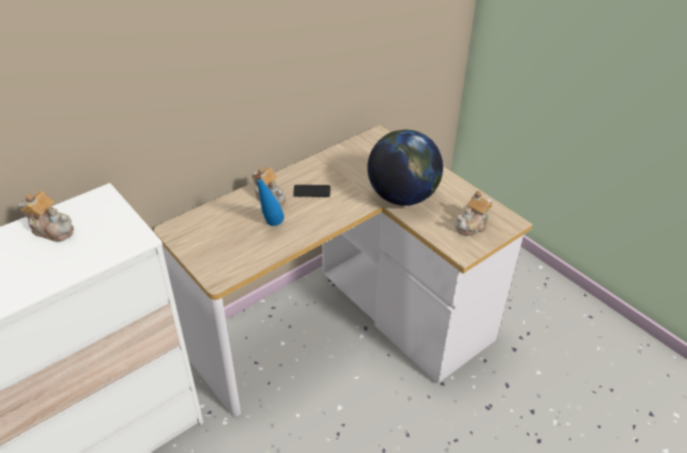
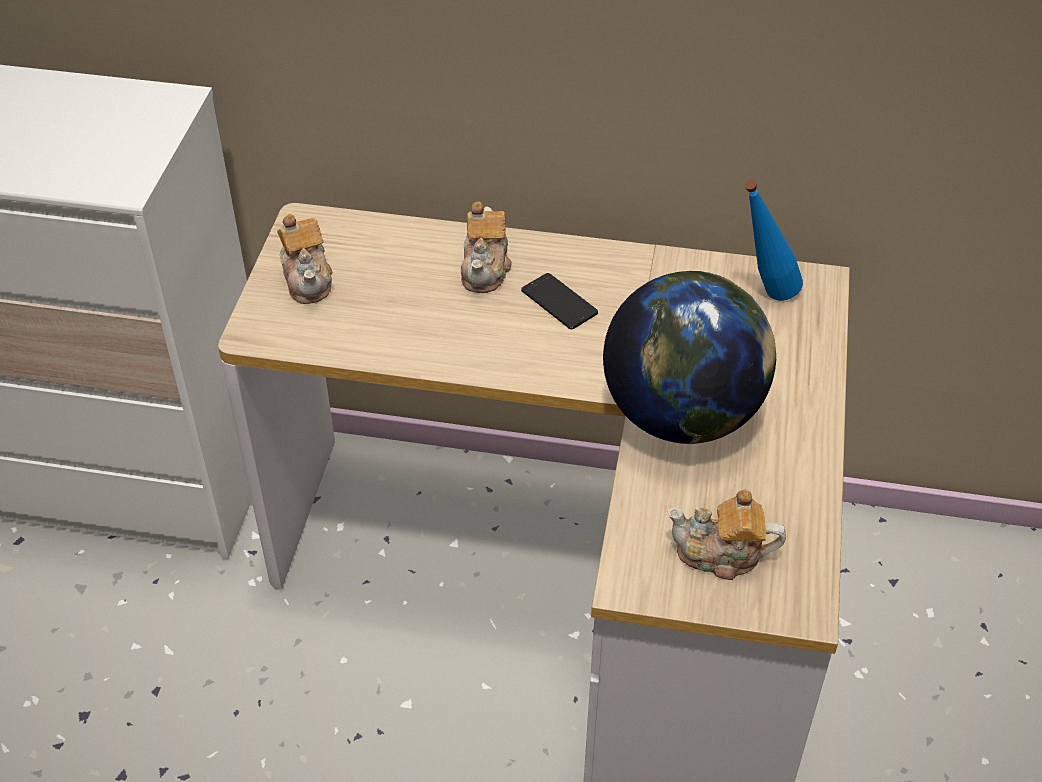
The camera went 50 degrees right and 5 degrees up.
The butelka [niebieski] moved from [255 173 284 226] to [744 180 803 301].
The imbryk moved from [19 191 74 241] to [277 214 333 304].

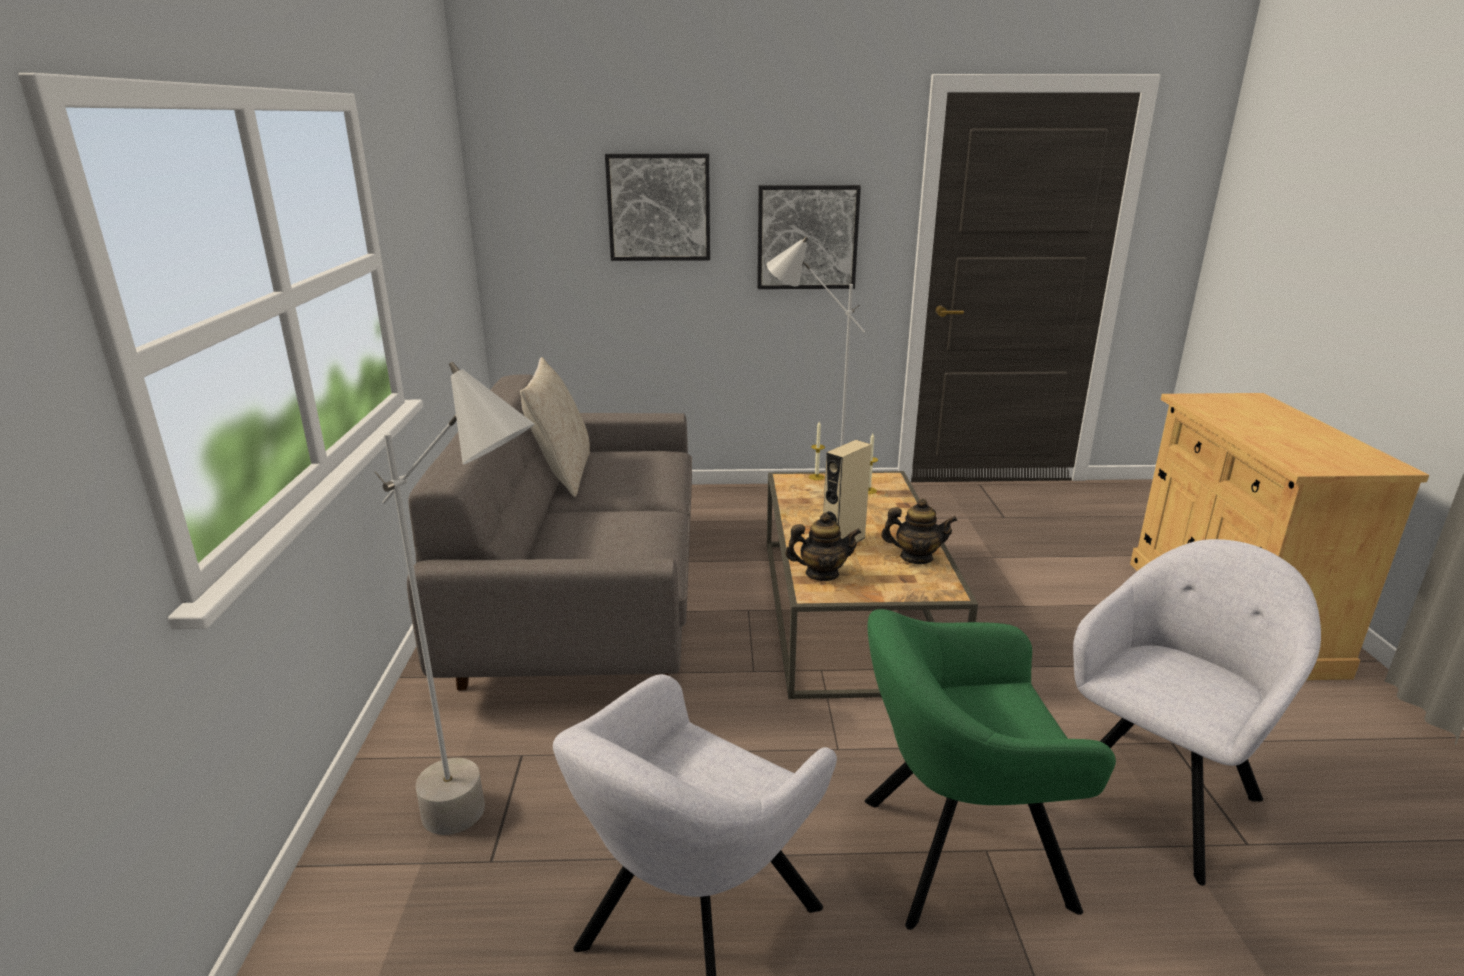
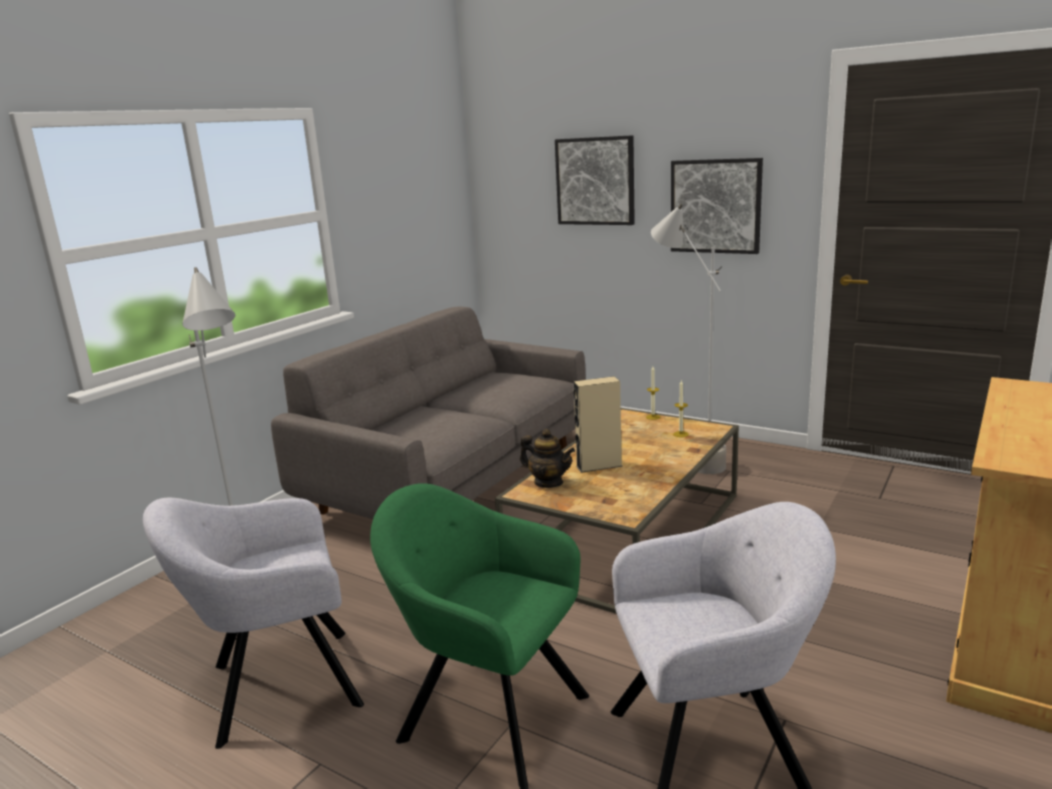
The camera went 35 degrees right and 5 degrees down.
The poduszka [beżowy] at [520 357 590 497] disappeared.
The imbryk at [881 498 957 564] disappeared.

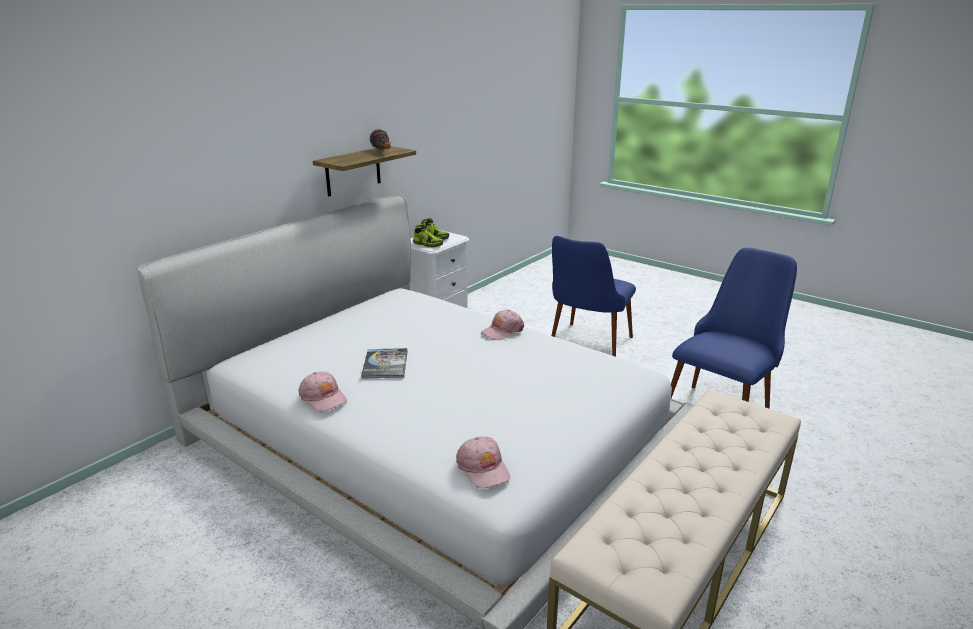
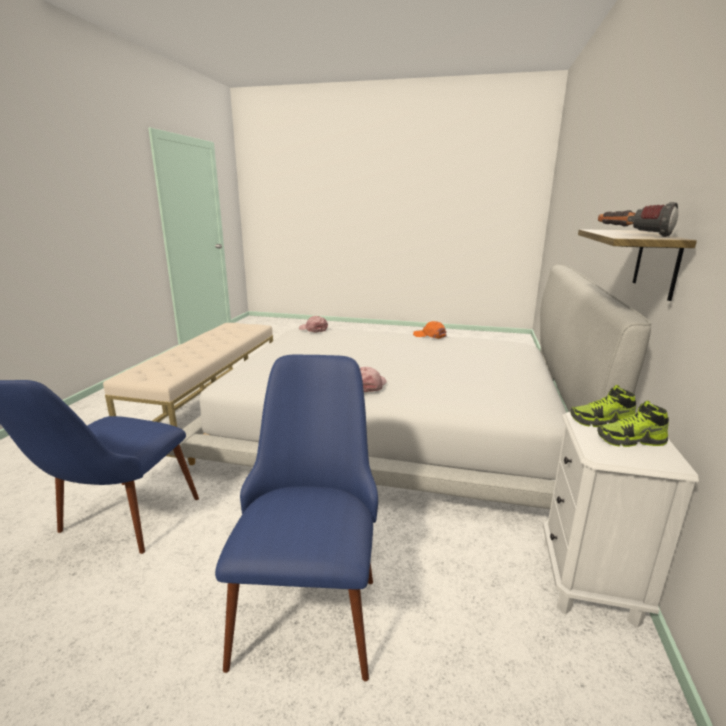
The camera went 155 degrees right and 5 degrees down.
The książka at [361 348 408 379] disappeared.
The czapka z daszkiem [różowy] at [298 372 347 412] became the czapka z daszkiem [pomarańczowy] at [413 321 447 339].

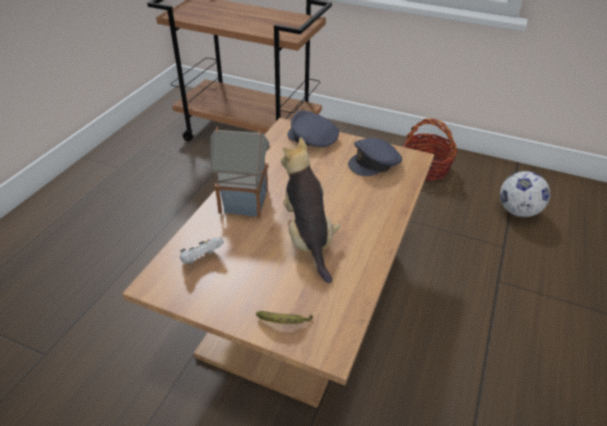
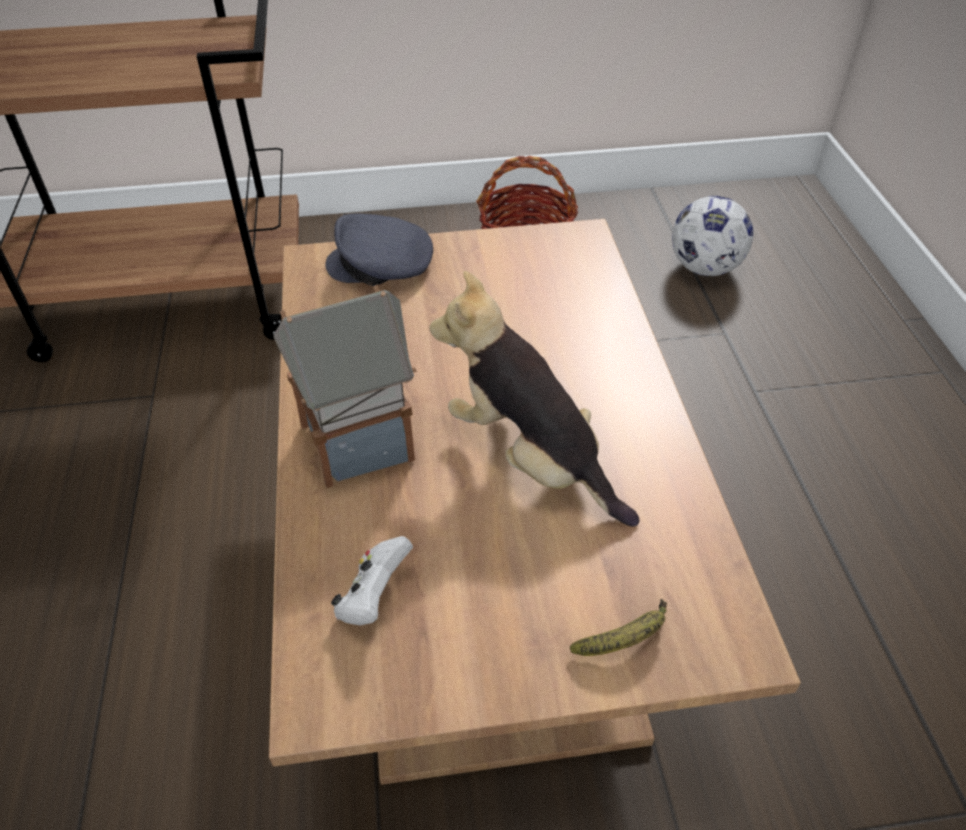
The camera went 30 degrees left and 5 degrees up.
The czapka z daszkiem [szary] at [348 138 402 176] disappeared.

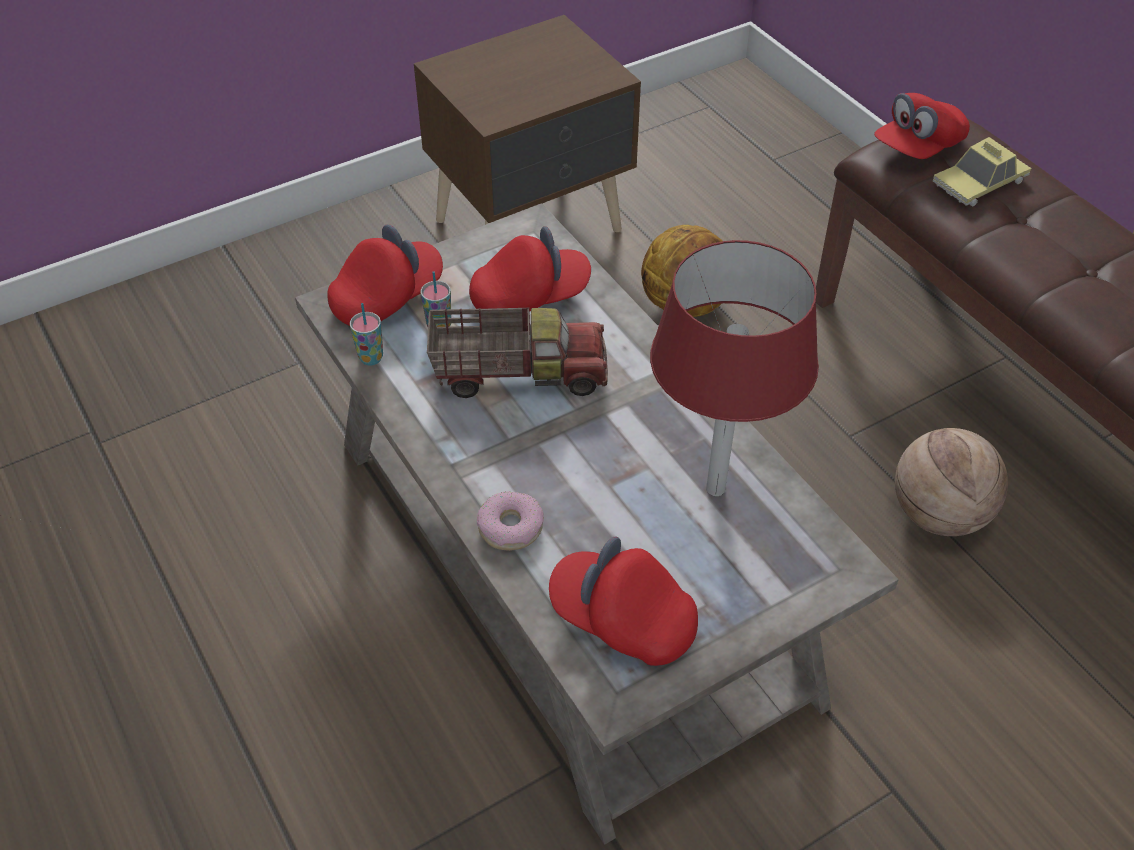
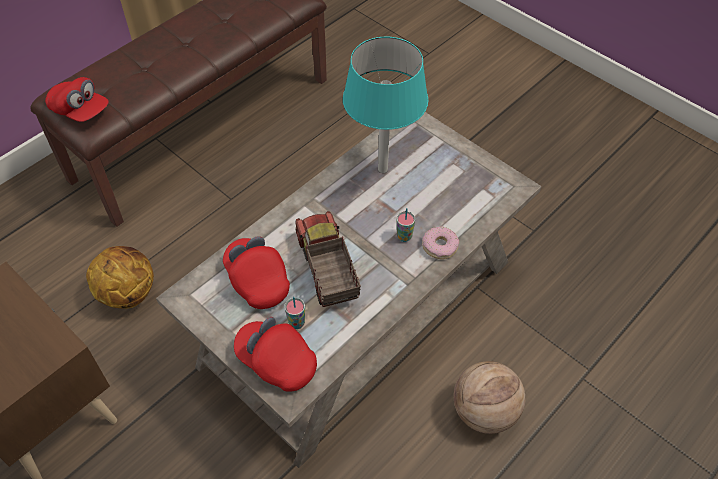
The camera went 105 degrees left and 5 degrees up.
The samochodzik at [933 137 1032 206] disappeared.
The lampa stołowa [czerwony] at [650 240 819 496] became the lampa stołowa [turkusowy] at [343 37 428 173].
The filiżanka moved from [350 303 383 365] to [397 208 415 242].
The piłka do koszykówki moved from [895 428 1008 536] to [454 361 525 434].
The czapka z daszkiem [czerwony] at [549 536 698 666] disappeared.

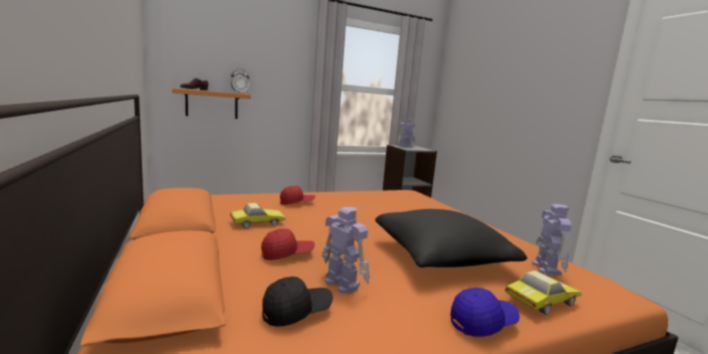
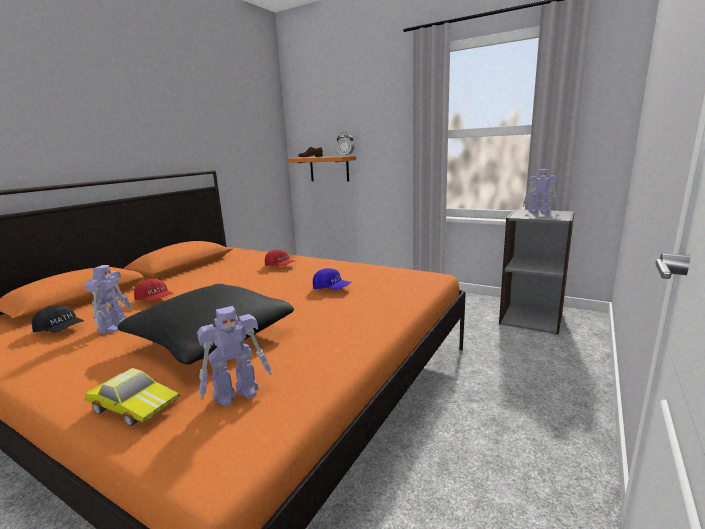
The camera went 55 degrees right and 5 degrees up.
The samochodzik at [230 203 286 228] disappeared.
The czapka z daszkiem [niebieski] moved from [450 287 520 337] to [313 268 352 290].

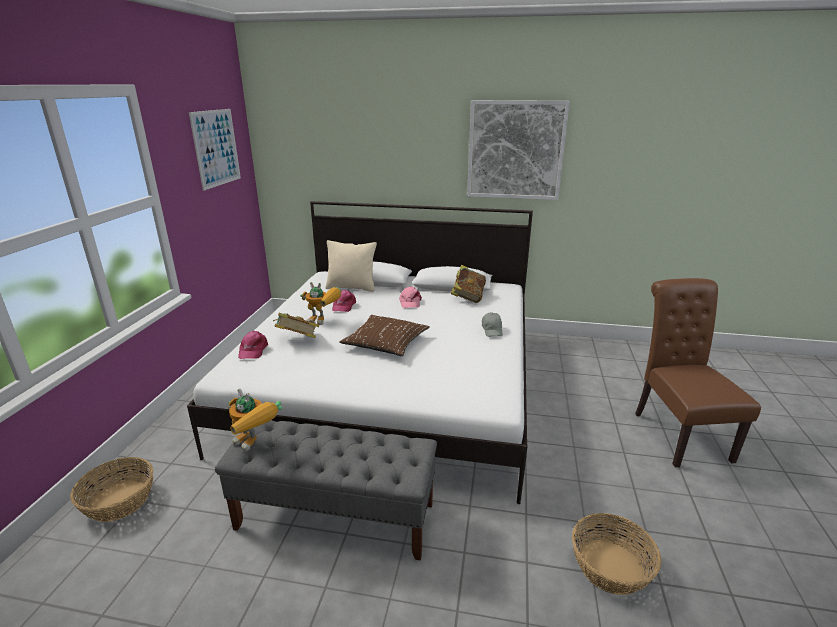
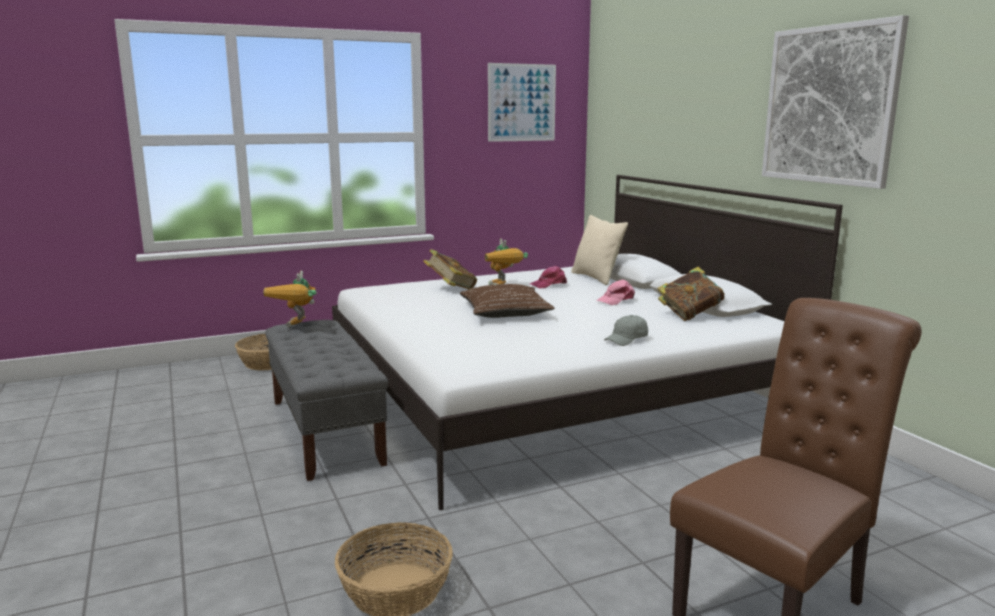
The camera went 55 degrees right and 10 degrees down.
The czapka z daszkiem [różowy] at [238 331 268 359] disappeared.

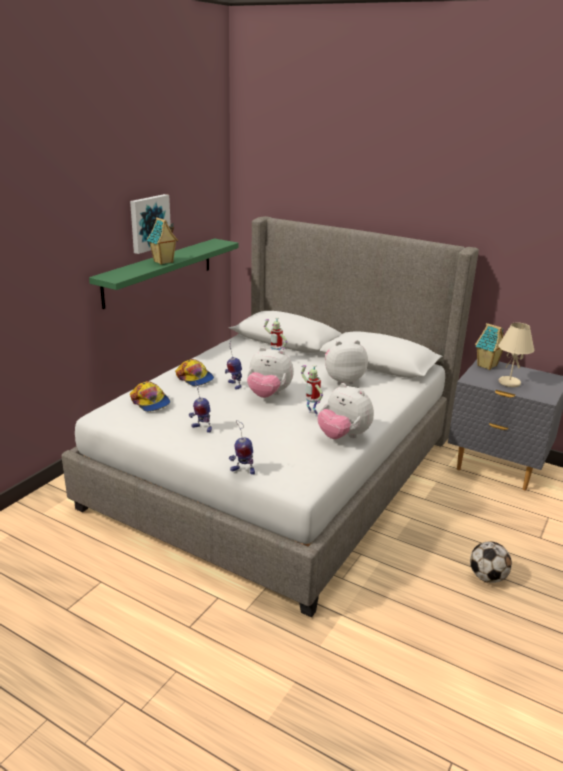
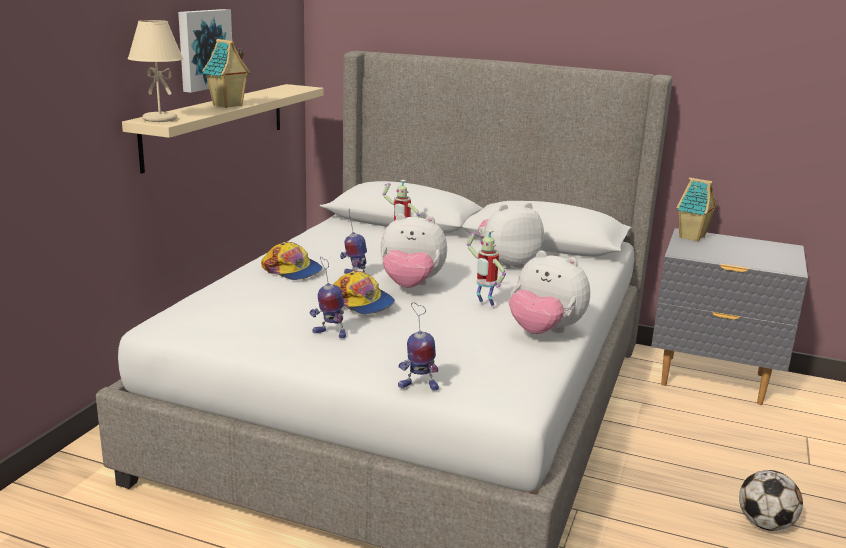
The camera went 10 degrees left and 5 degrees down.
The półka [zielony] at [89 238 239 309] became the półka [beżowy] at [122 84 323 173].
The lampa stołowa [beżowy] moved from [498 323 535 387] to [128 20 183 122].
The czapka z daszkiem moved from [130 381 170 412] to [333 271 395 314].

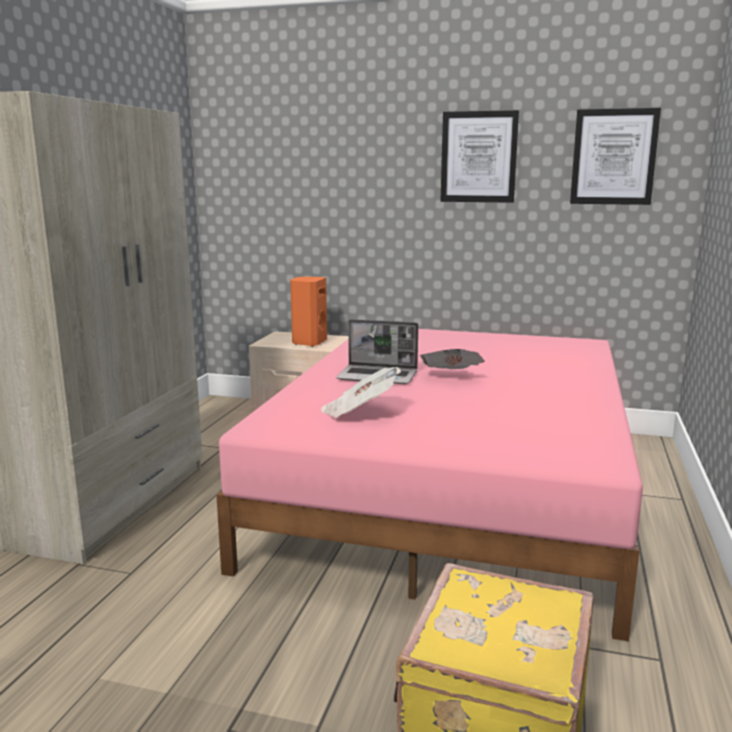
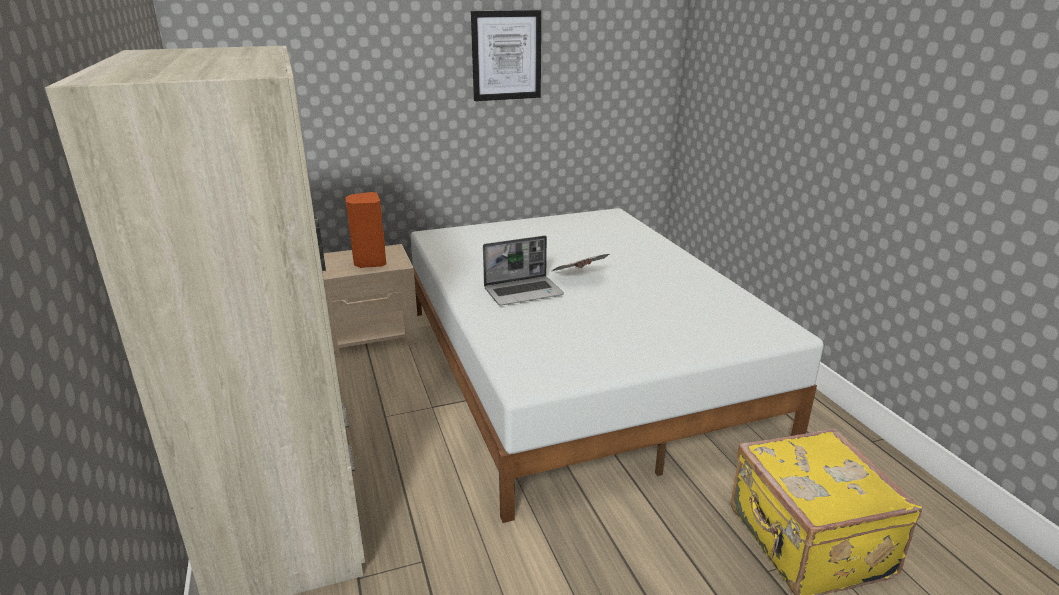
The camera went 35 degrees left and 10 degrees up.
The obraz at [570 108 661 205] disappeared.
The łóżko [różowy] at [216 329 643 641] became the łóżko [biały] at [411 208 824 523].
The gazeta at [320 367 401 418] disappeared.

